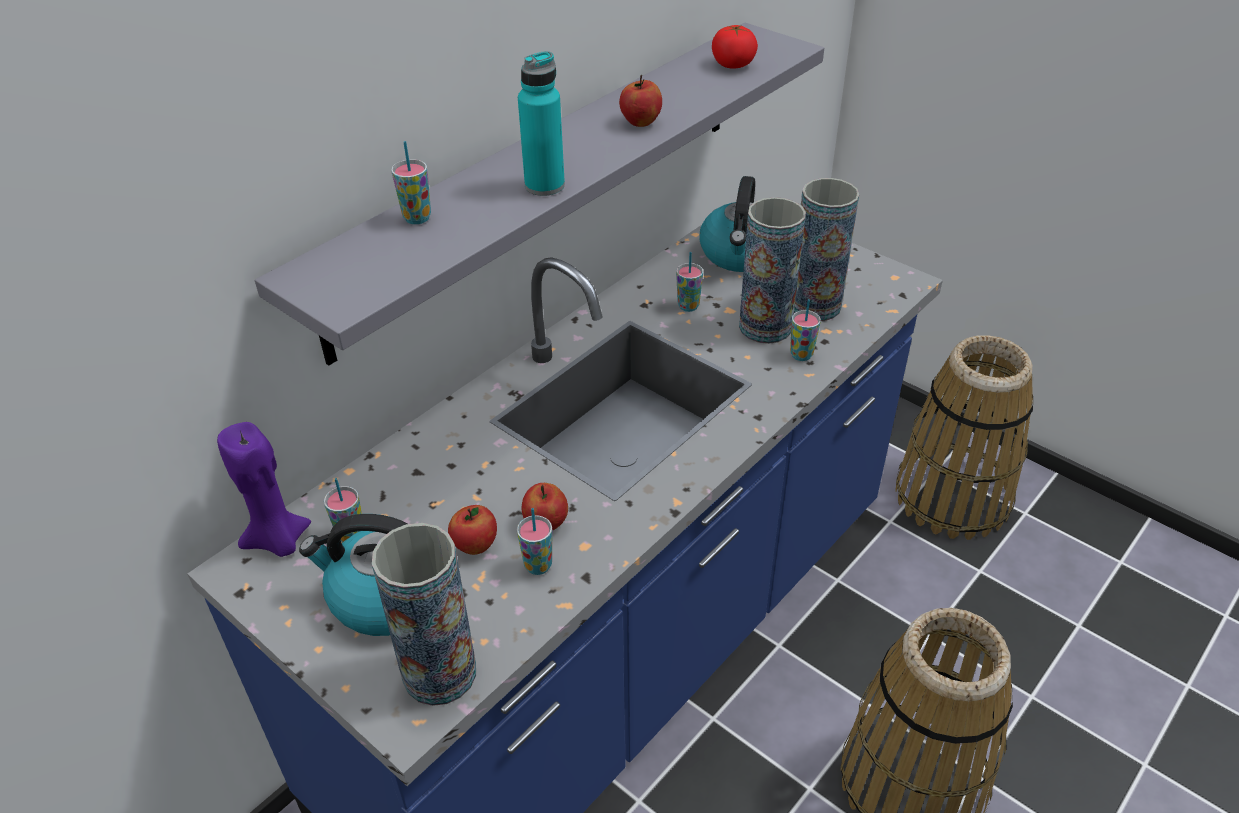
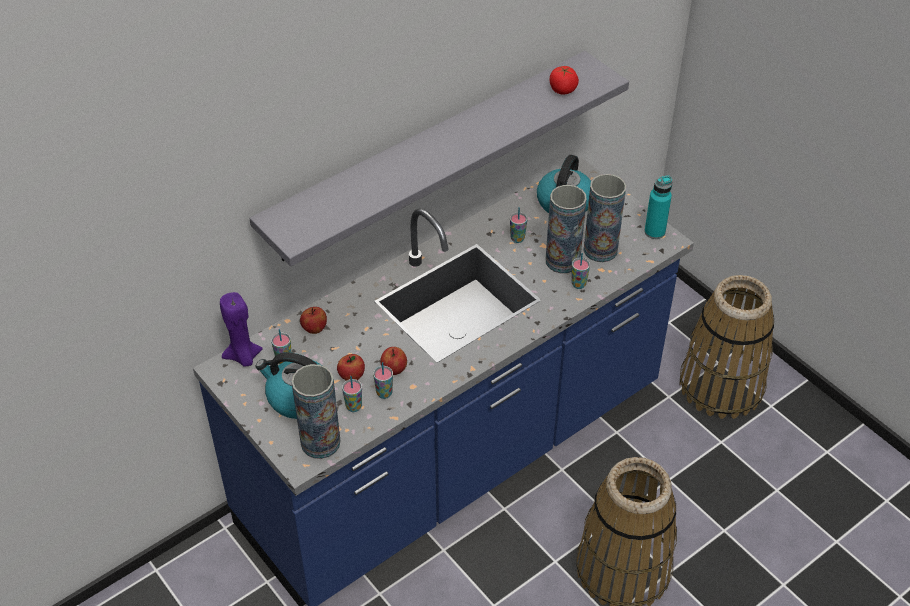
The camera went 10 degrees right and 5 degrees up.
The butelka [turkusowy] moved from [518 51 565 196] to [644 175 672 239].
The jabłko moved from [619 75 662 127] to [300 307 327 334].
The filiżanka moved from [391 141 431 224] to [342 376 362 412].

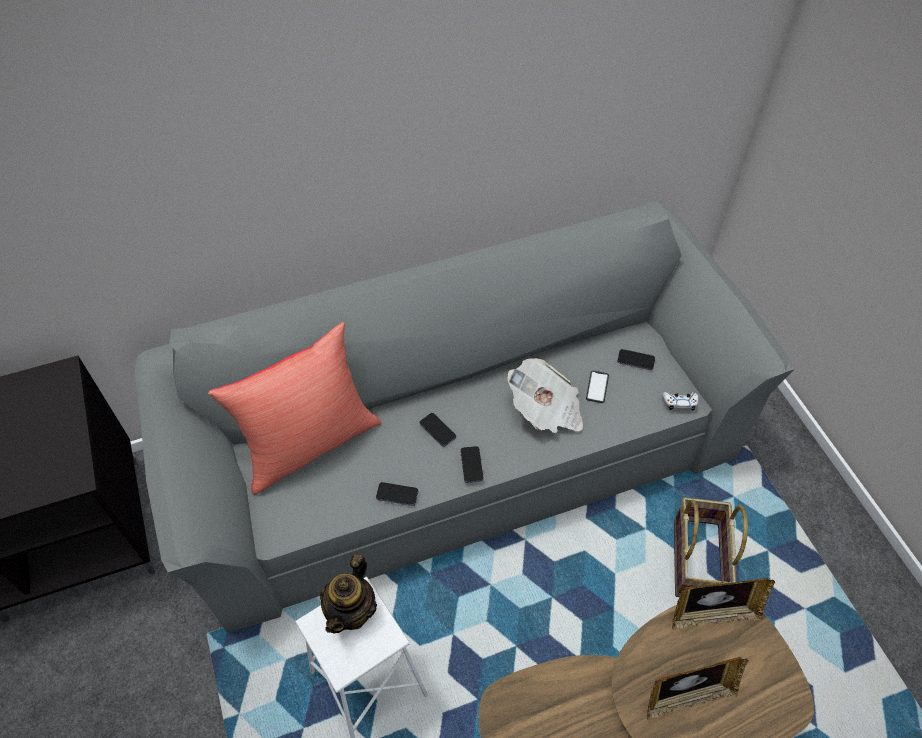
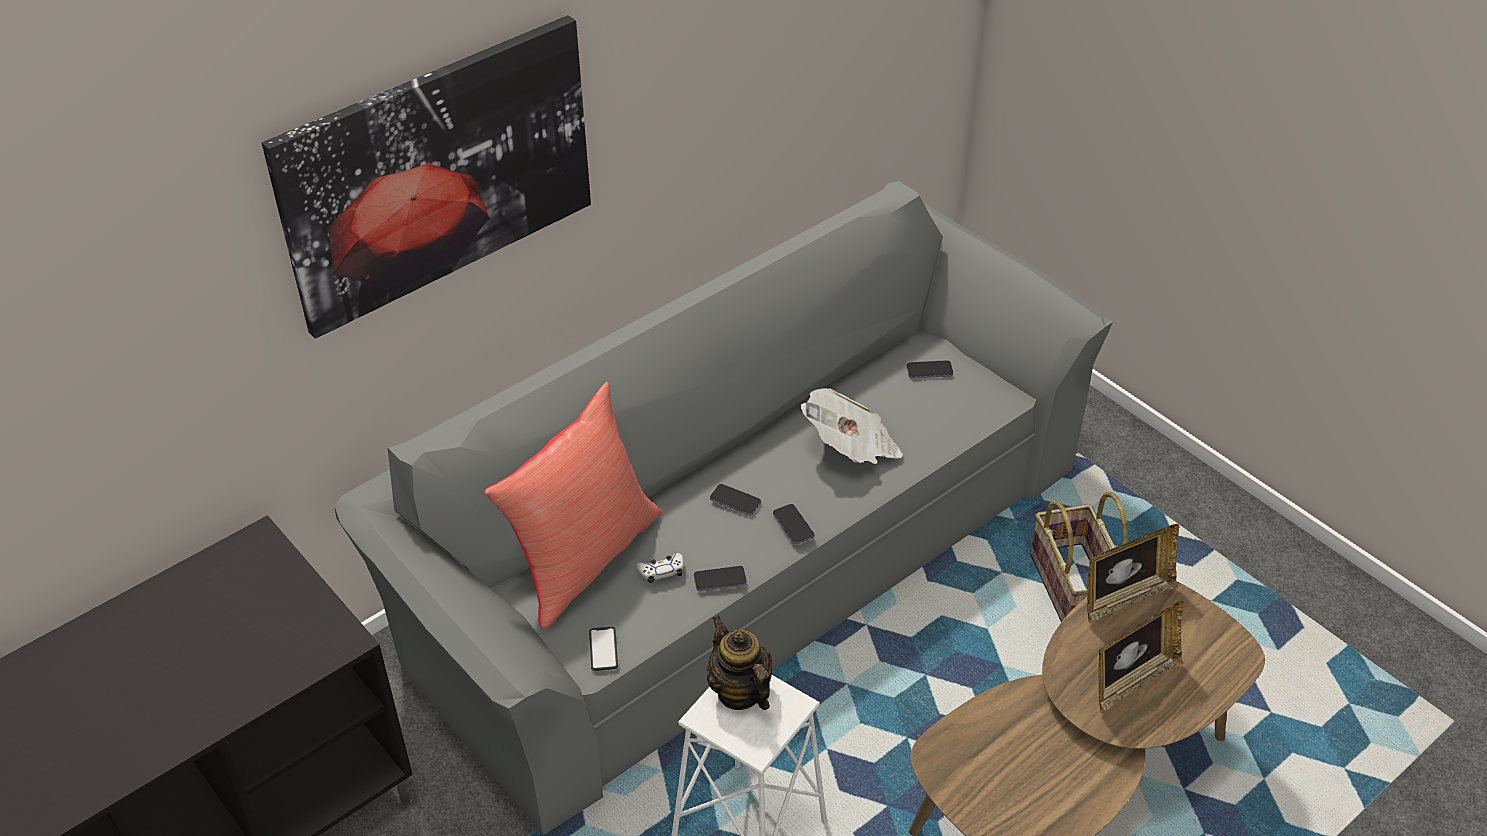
The camera went 20 degrees left and 10 degrees down.
The telefon moved from [586 371 609 403] to [589 627 618 671].
The pad do gier [biały] moved from [662 392 699 410] to [636 553 684 584].
The imbryk at [320 554 377 634] turned 150 degrees clockwise.
The obraz at [262 15 591 339] appeared.

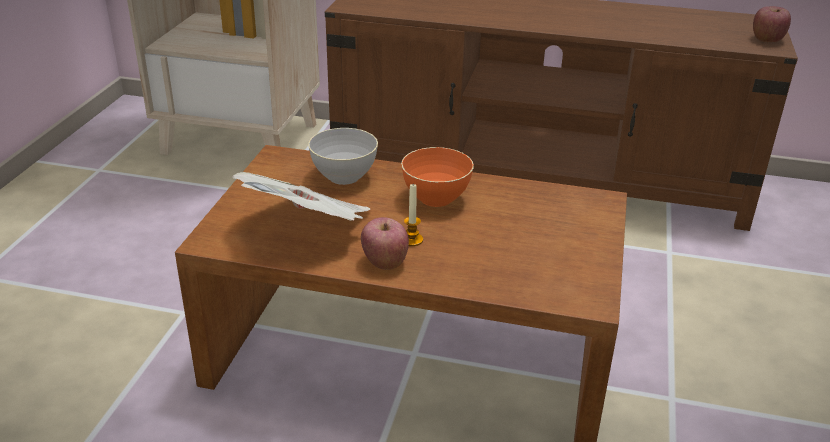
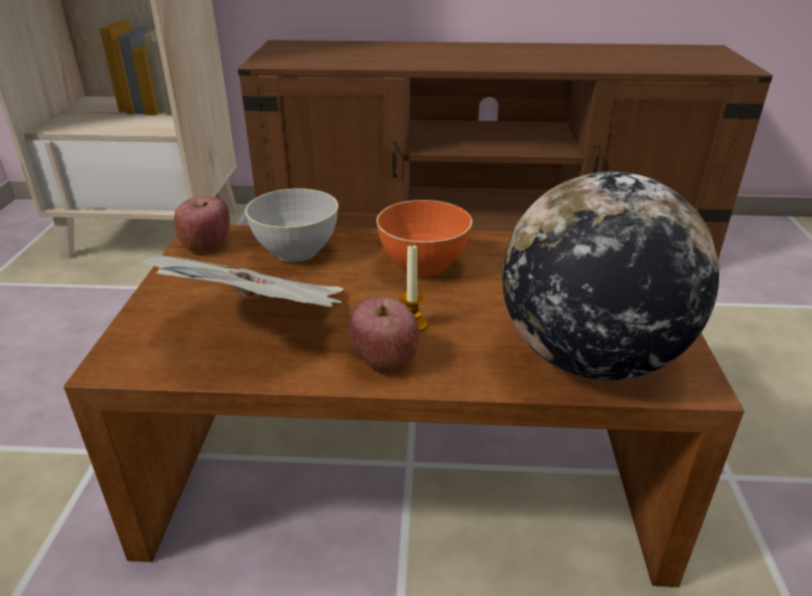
The camera went 10 degrees left and 0 degrees up.
The jabłko moved from [753 6 791 42] to [174 196 230 252].
The globus at [502 172 719 380] appeared.

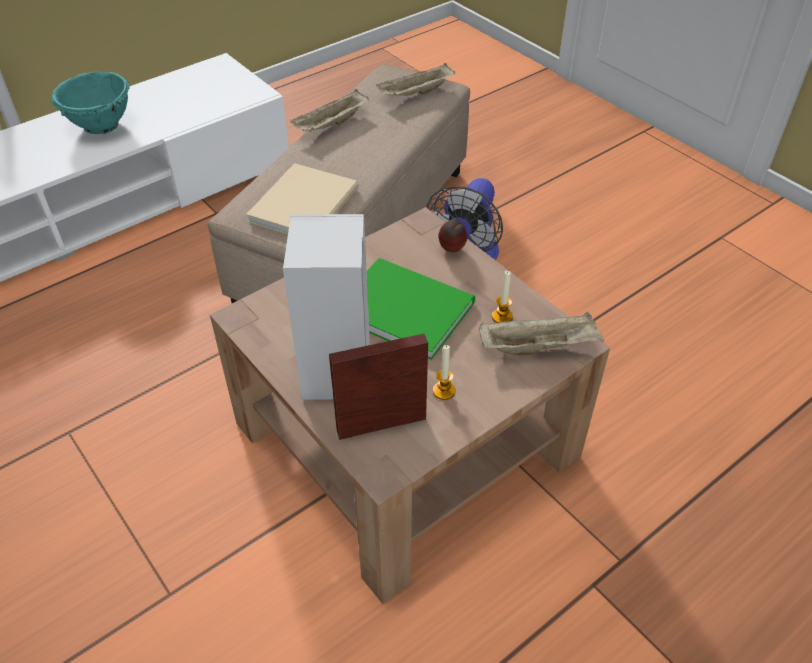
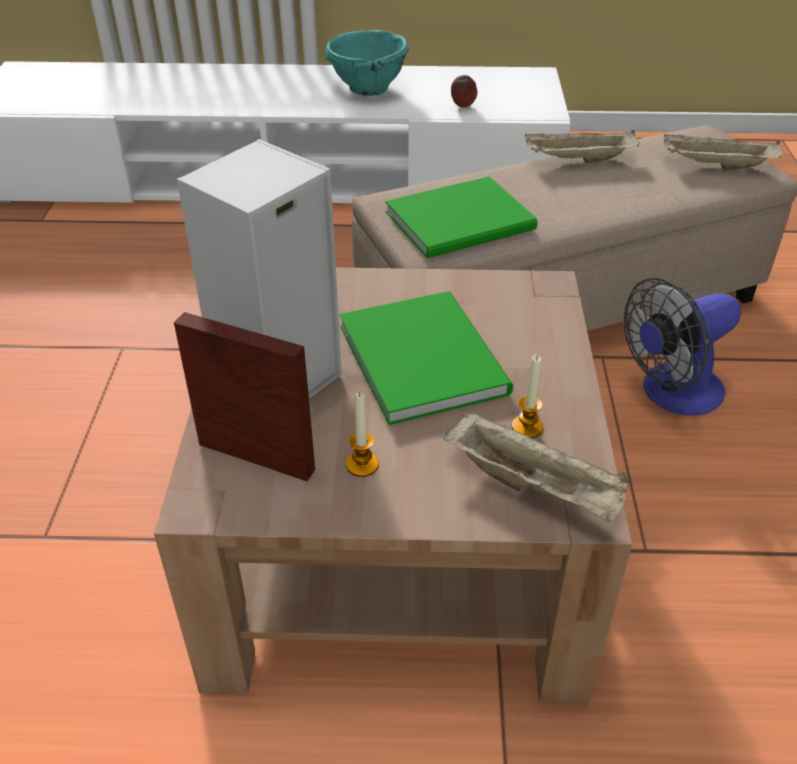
The camera went 40 degrees right and 5 degrees down.
The książka [beżowy] at [246 163 359 235] became the książka [zielony] at [386 176 538 258].
The jabłko moved from [438 219 467 252] to [451 75 477 108].

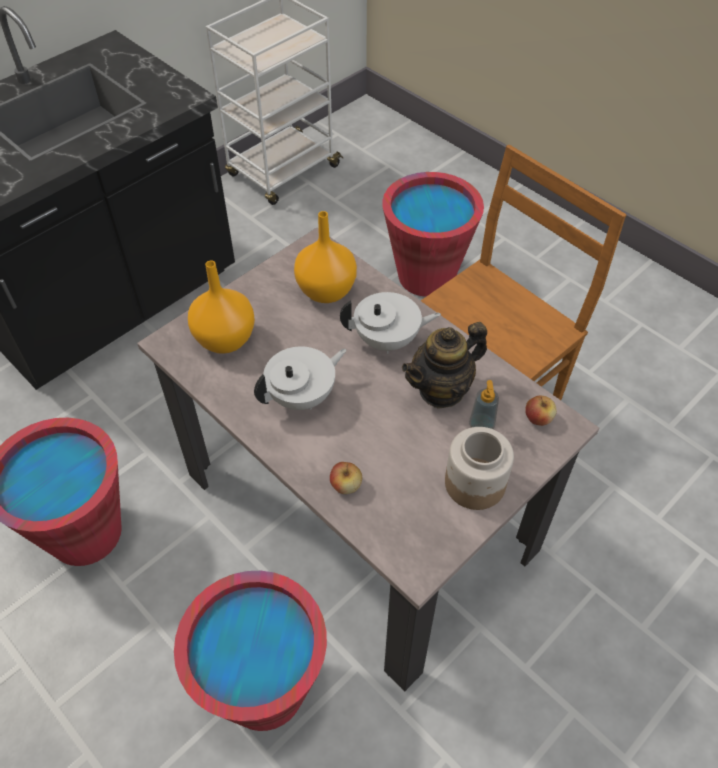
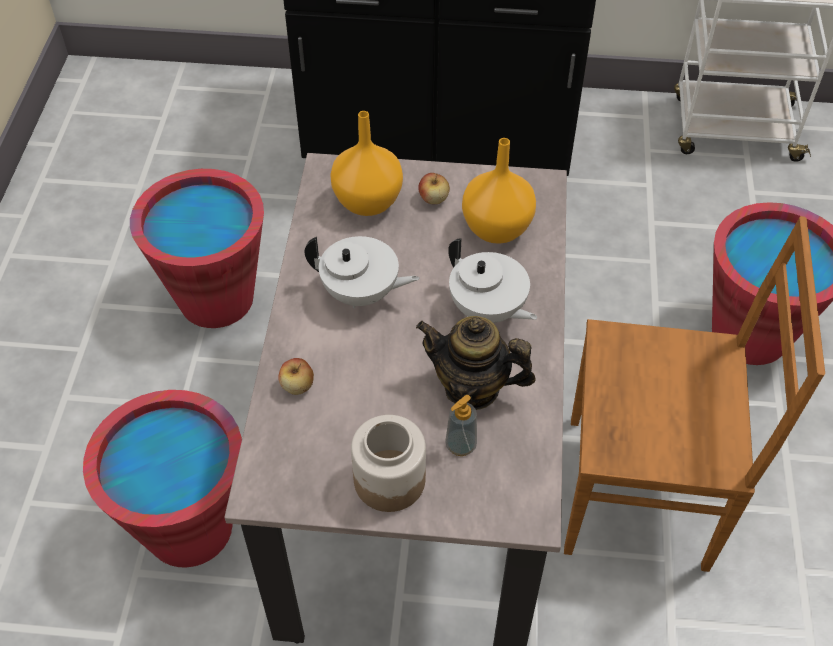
The camera went 50 degrees right and 0 degrees up.
The jabłko moved from [525 396 557 426] to [418 173 450 204].

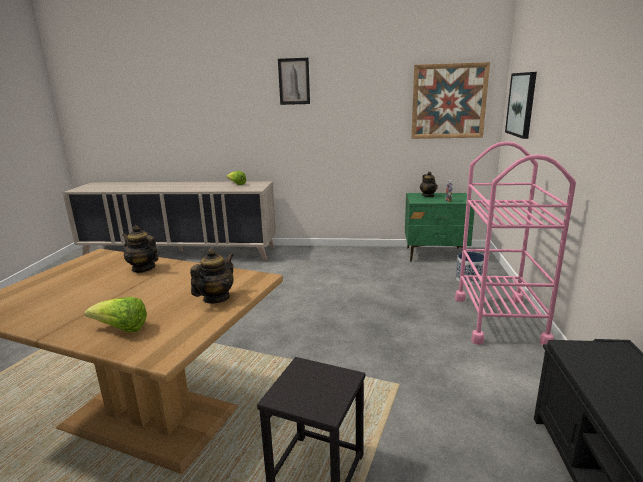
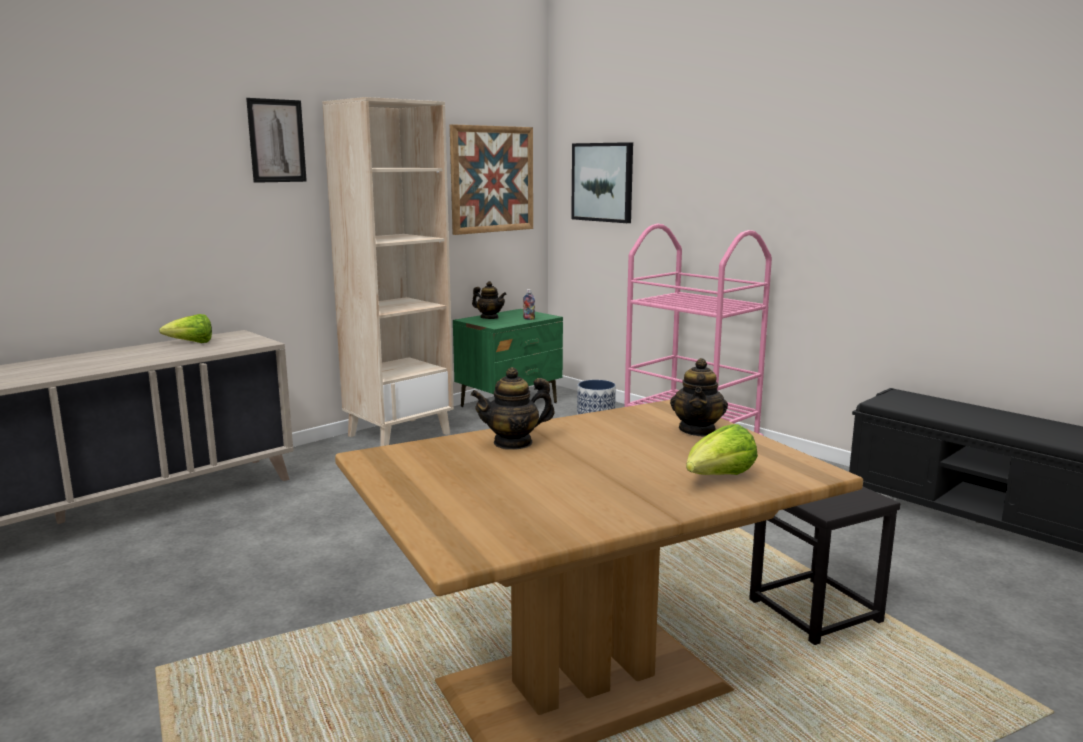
The camera went 50 degrees left and 5 degrees down.
The imbryk at [190 248 234 304] turned 150 degrees counterclockwise.
The regał [beżowy] at [322 97 454 446] appeared.

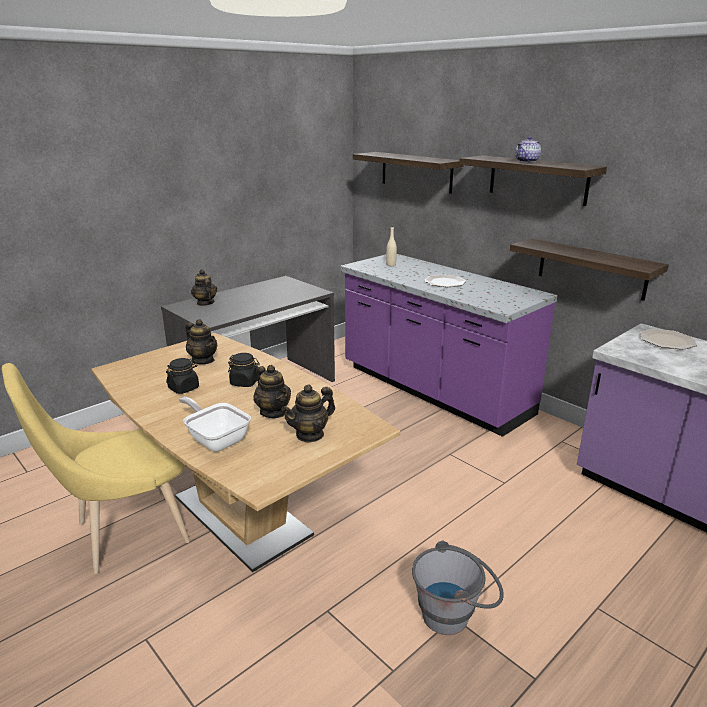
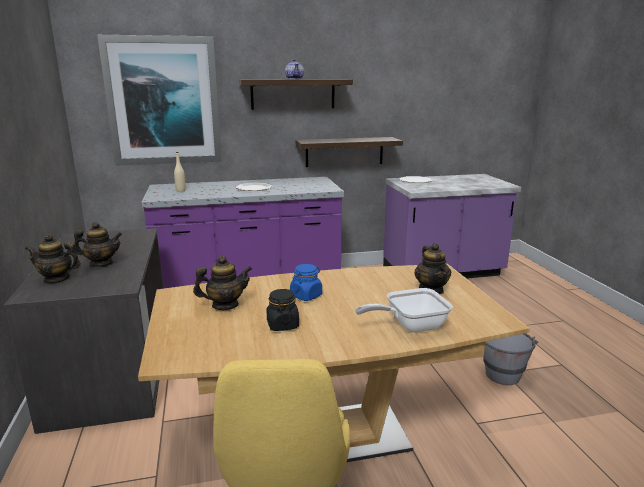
The camera went 60 degrees left and 5 degrees down.
The półka at [353 152 464 194] was replaced by the obraz at [97 35 222 166].
The słoik [czarny] at [228 353 260 387] became the słoik [niebieski] at [290 264 322 301].
The imbryk moved from [253 365 291 418] to [74 222 122 267].

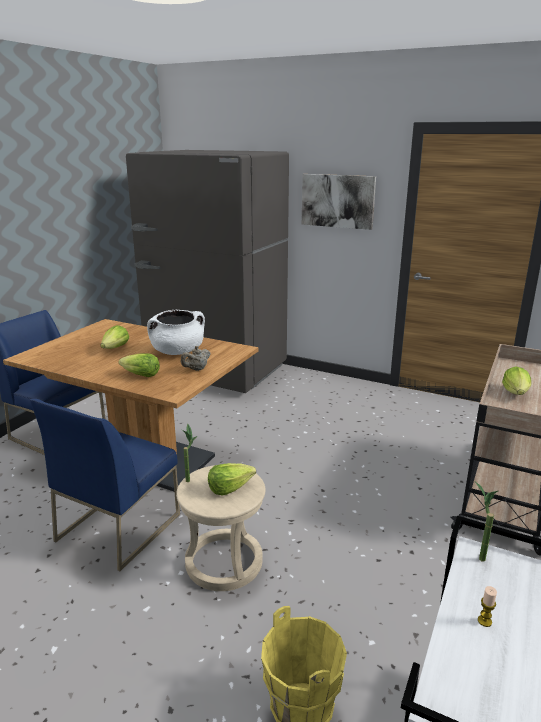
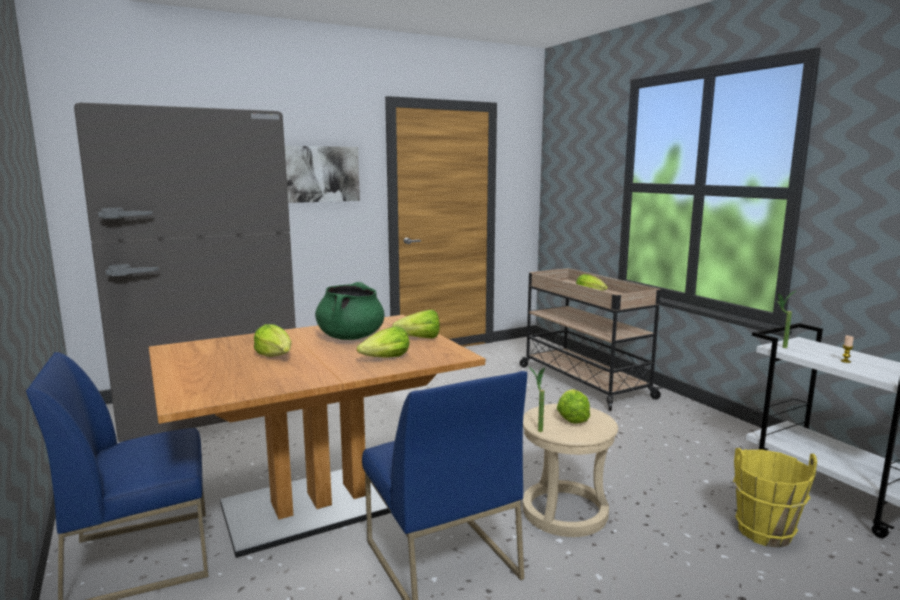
The camera went 55 degrees left and 10 degrees down.
The garnek [biały] at [147 310 205 355] became the garnek [zielony] at [315 282 384 340].
The imbryk [beżowy] at [181 346 211 371] was replaced by the sałata at [392 310 440 338].

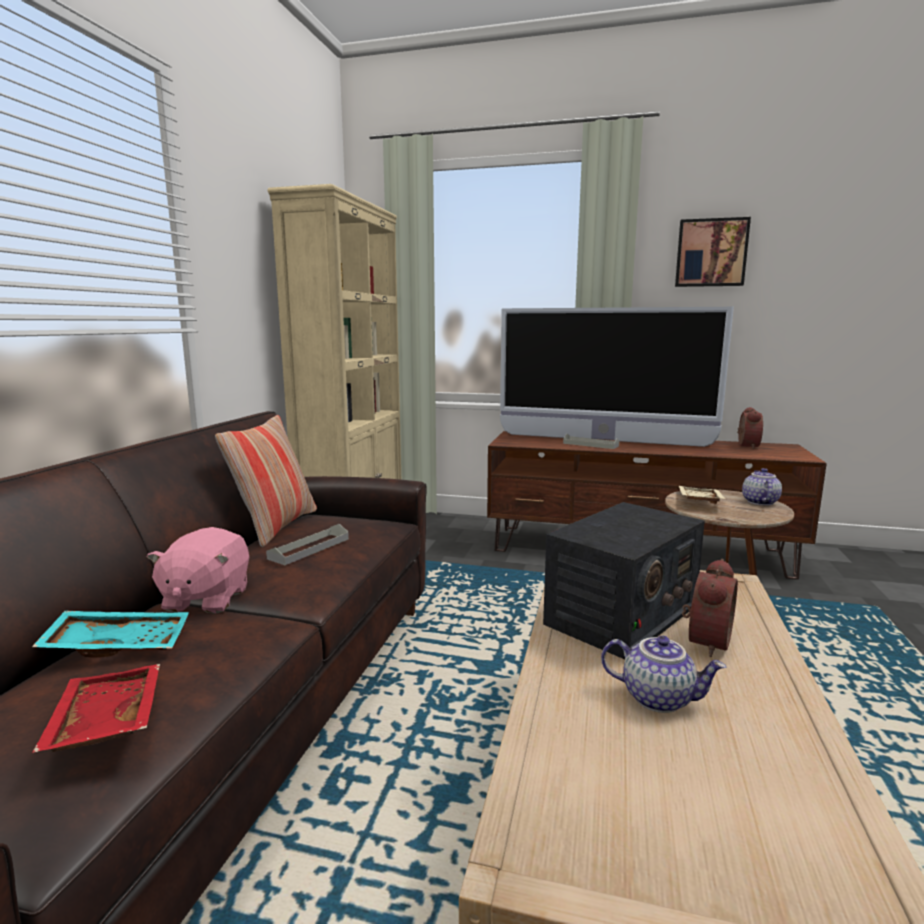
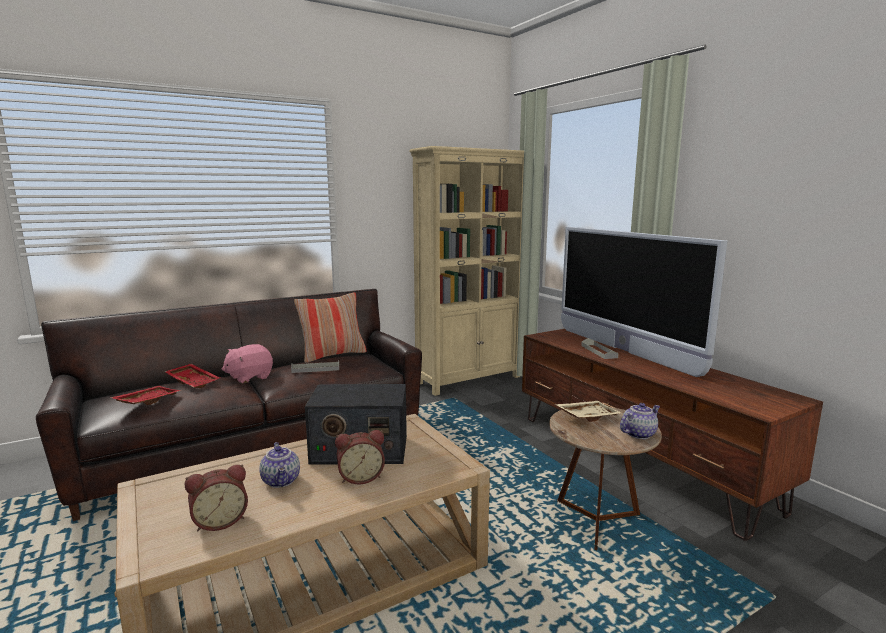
The camera went 45 degrees right and 0 degrees up.
The obraz at [675 217 751 287] disappeared.
The budzik moved from [737 407 763 449] to [185 464 248 531].
The taca [turkusowy] at [32 611 189 658] became the taca [czerwony] at [165 364 220 388].

